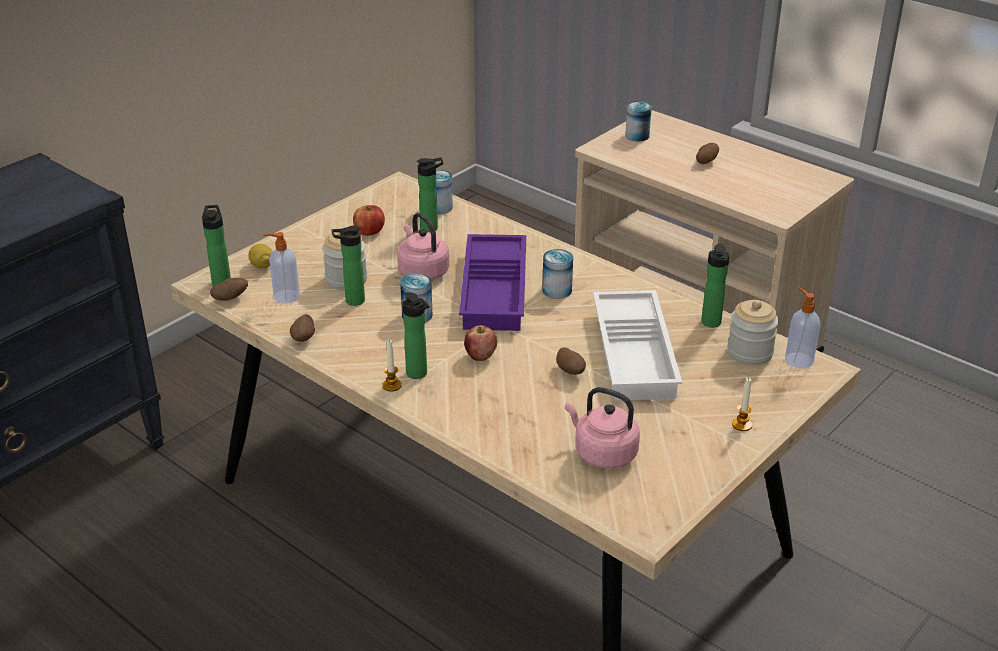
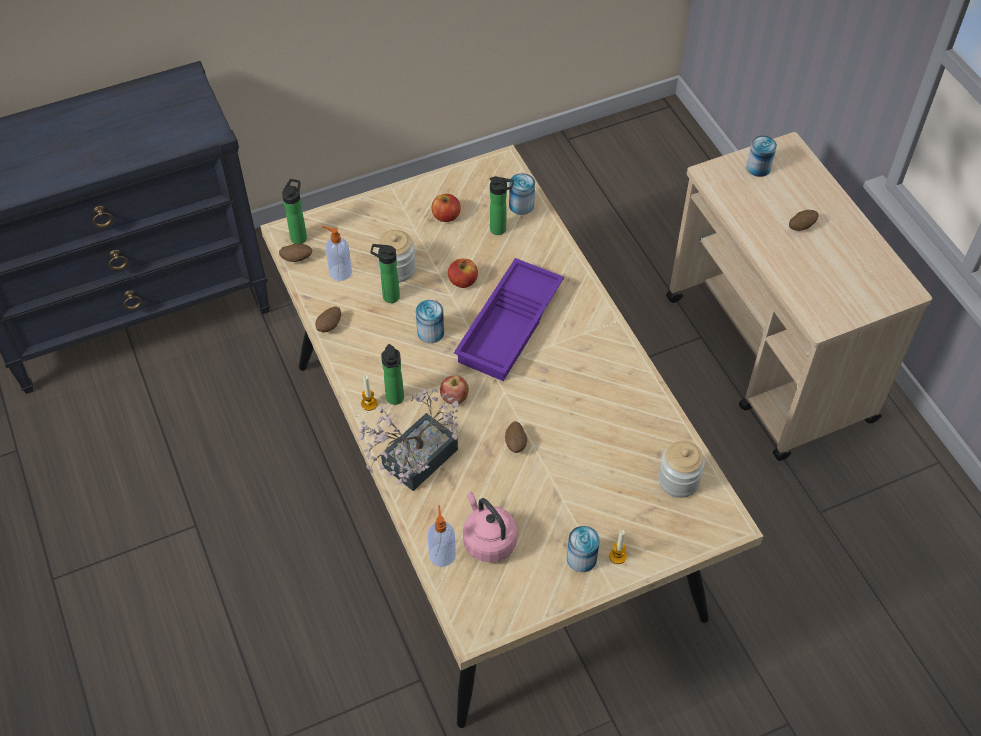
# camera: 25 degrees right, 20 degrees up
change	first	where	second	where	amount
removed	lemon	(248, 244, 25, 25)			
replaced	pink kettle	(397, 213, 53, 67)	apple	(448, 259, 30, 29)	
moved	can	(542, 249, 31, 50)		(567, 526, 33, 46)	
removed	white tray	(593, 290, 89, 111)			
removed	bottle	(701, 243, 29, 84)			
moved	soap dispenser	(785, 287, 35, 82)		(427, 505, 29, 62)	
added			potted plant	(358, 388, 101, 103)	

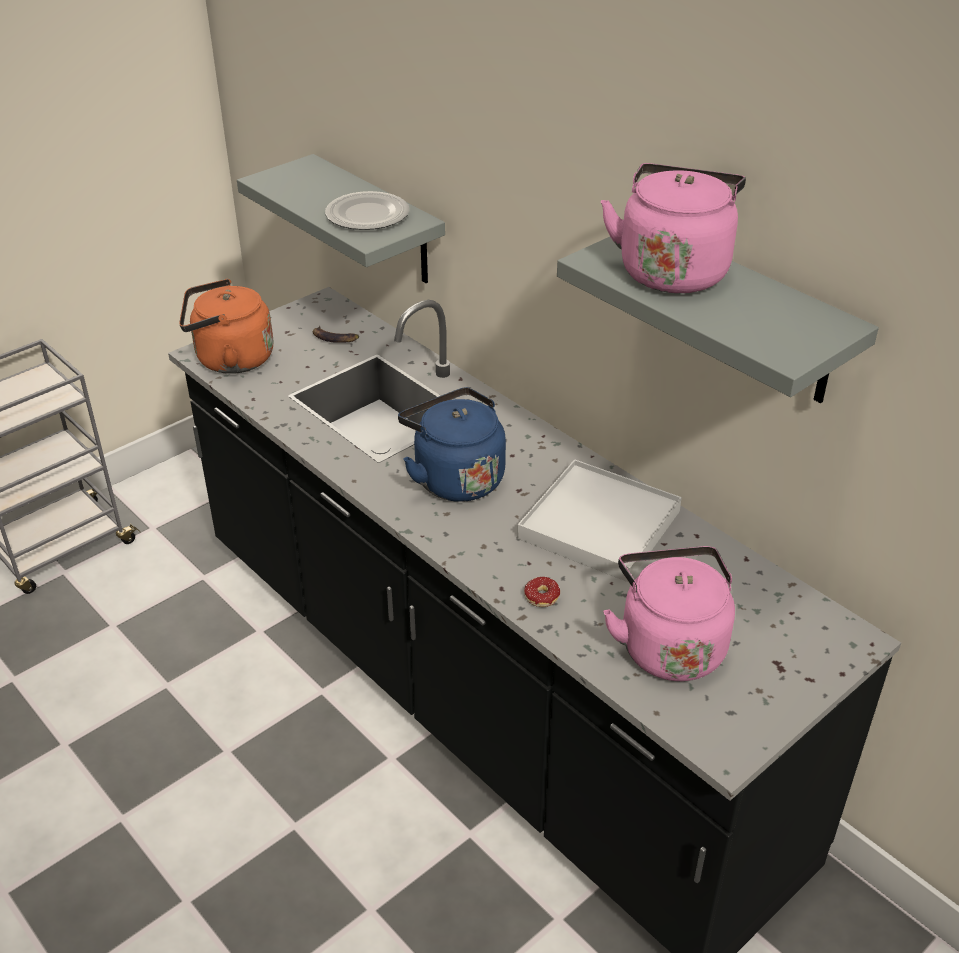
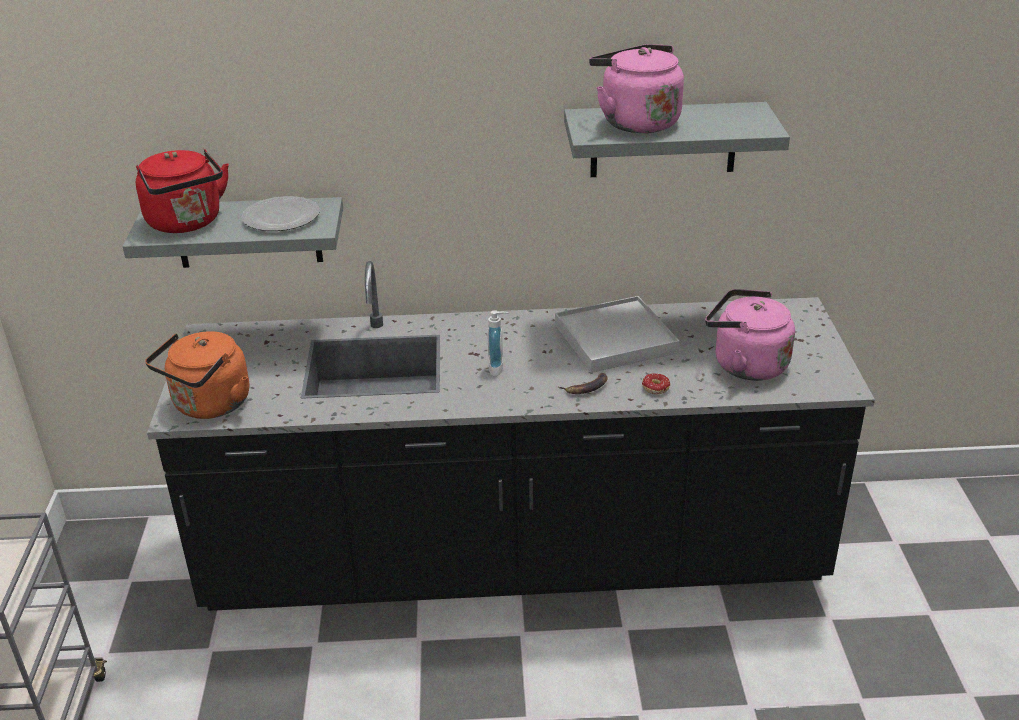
# camera: 50 degrees left, 5 degrees down
change	first	where	second	where	amount
moved	banana	(313, 326, 46, 17)		(559, 373, 49, 21)	
replaced	blue kettle	(398, 387, 108, 115)	soap dispenser	(487, 310, 22, 66)	
added			red kettle	(136, 149, 93, 84)	

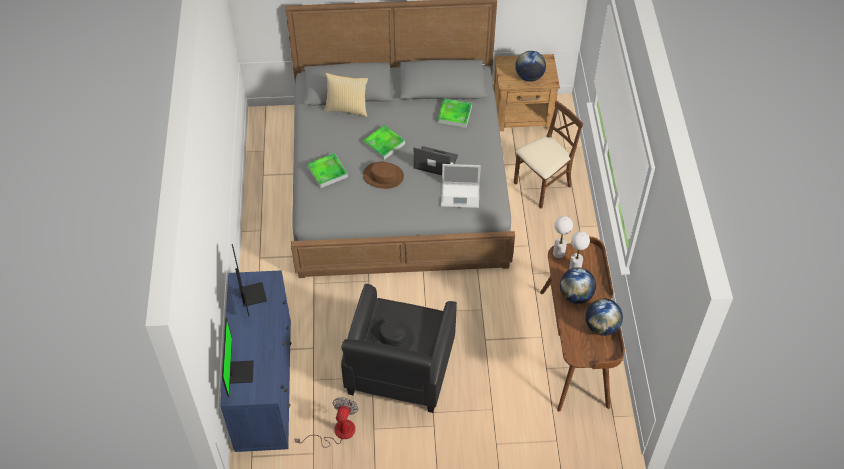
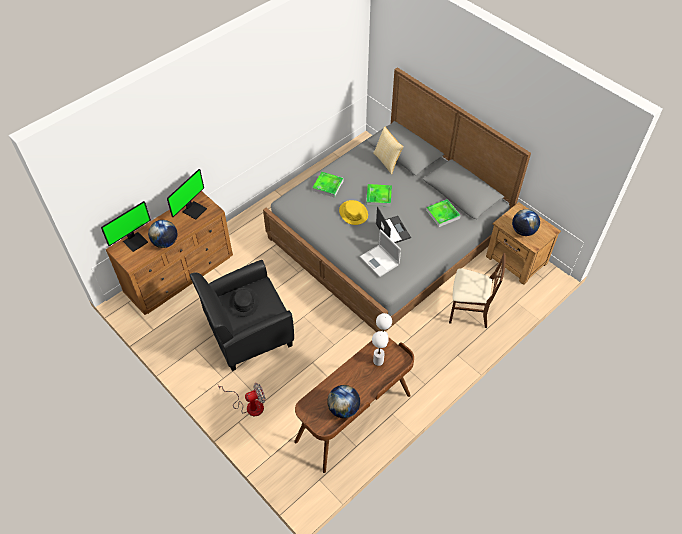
# camera: 50 degrees right, 0 degrees up
change	first	where	second	where	amount
recoloured	blue dresser	(220, 270, 71, 182)	brown dresser	(106, 191, 127, 124)	
moved	fan	(294, 397, 65, 51)		(218, 383, 47, 33)	
recoloured	brown hat	(363, 161, 41, 28)	yellow hat	(339, 200, 29, 25)	
moved	globe	(560, 268, 36, 36)		(148, 220, 29, 28)	

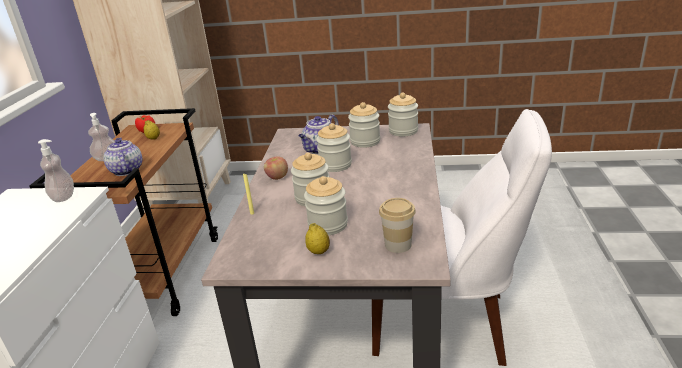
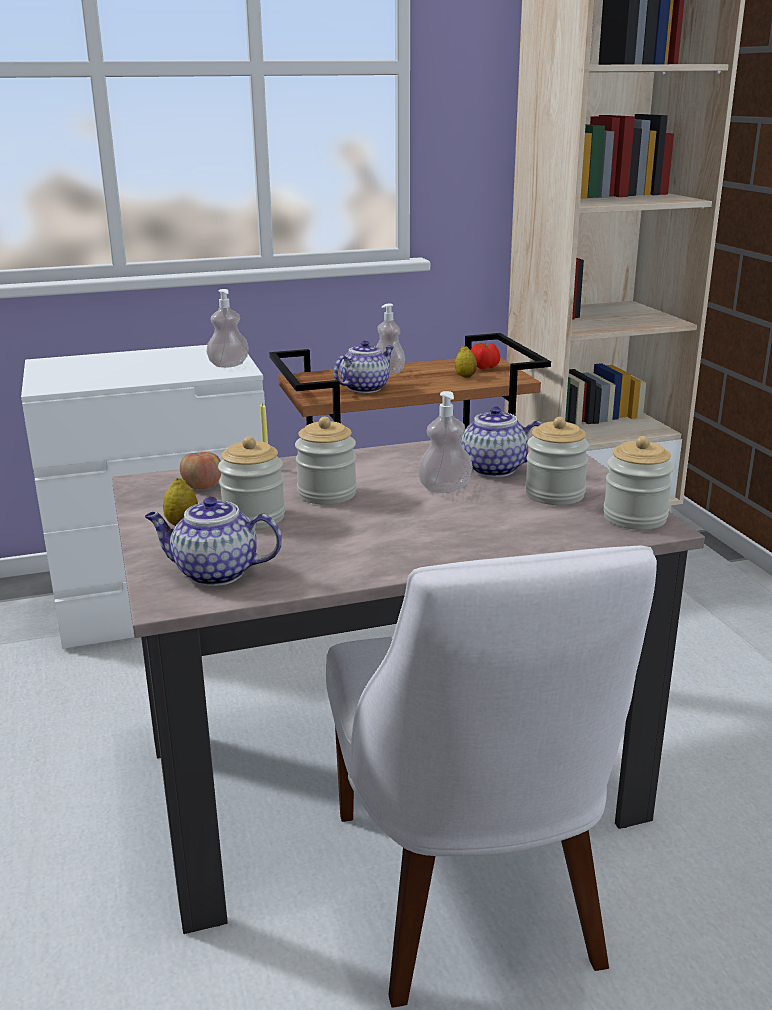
# camera: 65 degrees right, 5 degrees down
change	first	where	second	where	amount
moved	apple	(264, 157, 24, 23)		(180, 452, 41, 37)	
replaced	jar	(316, 123, 36, 49)	soap dispenser	(418, 391, 55, 102)	
replaced	cup	(379, 198, 37, 55)	teapot	(144, 497, 138, 89)	

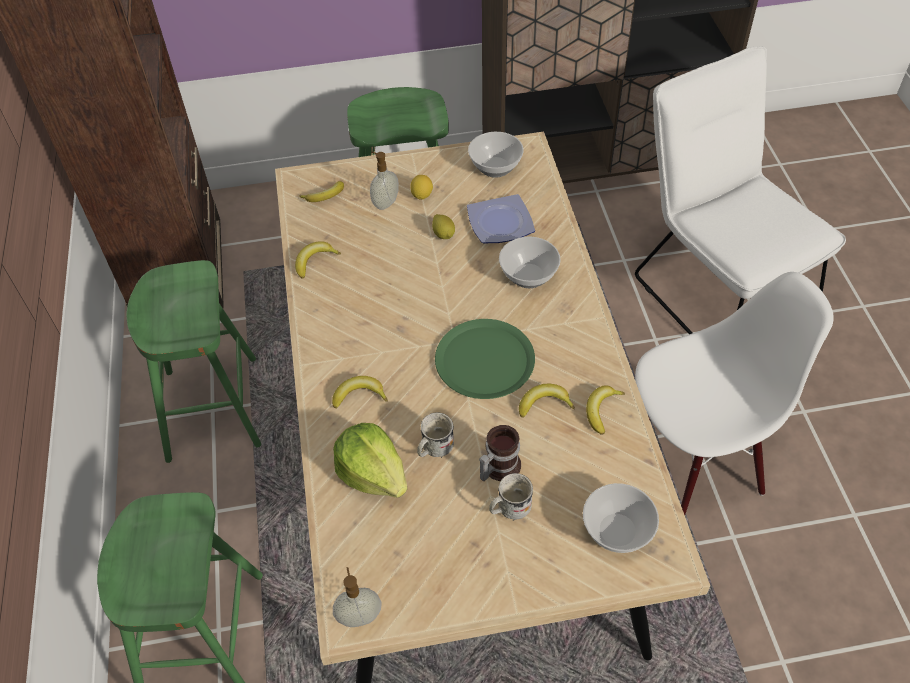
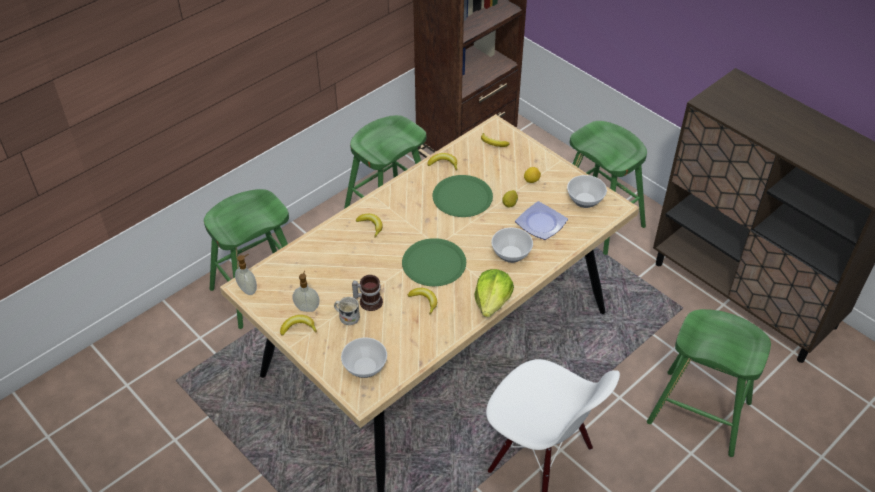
# camera: 55 degrees right, 5 degrees down
change	first	where	second	where	amount
moved	lettuce	(333, 423, 74, 75)		(475, 269, 39, 48)	
moved	soap dispenser	(370, 152, 29, 58)		(293, 271, 26, 41)	
removed	white mug	(417, 413, 37, 45)			
moved	banana	(586, 385, 39, 50)		(280, 315, 37, 21)	
replaced	white chair	(635, 46, 211, 288)	green stool	(647, 309, 124, 148)	
added			green plate	(432, 175, 61, 42)	

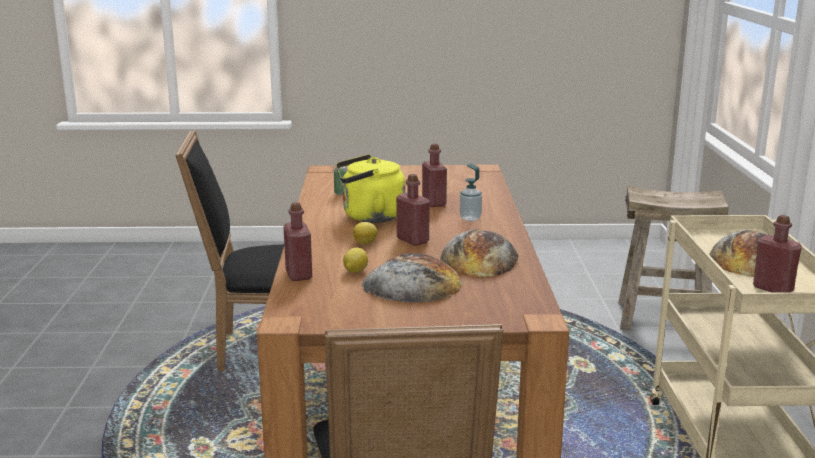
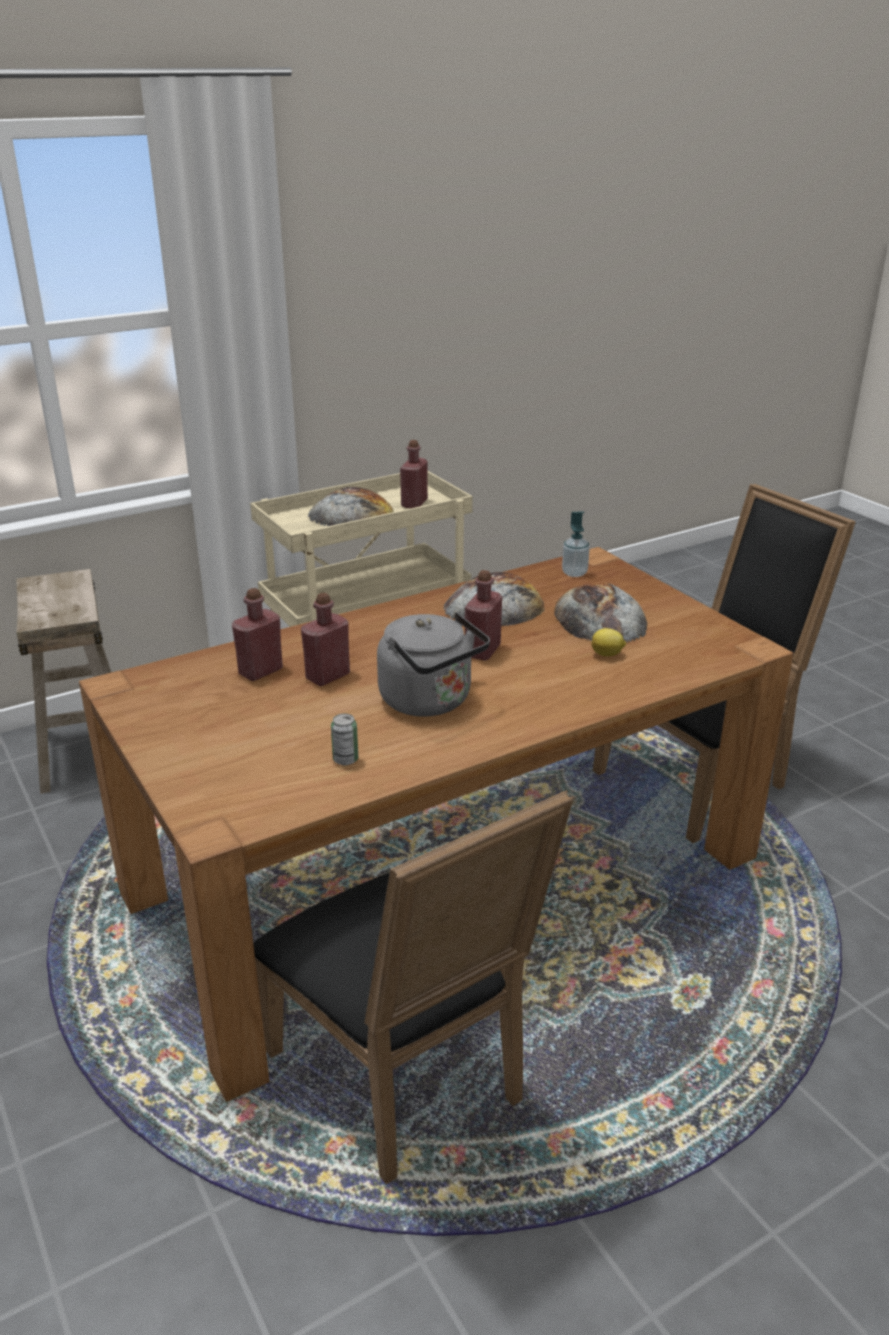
# camera: 120 degrees left, 10 degrees up
change	first	where	second	where	amount
moved	red bottle	(283, 202, 29, 79)		(232, 588, 51, 93)	
recoloured	yellow kettle	(336, 154, 69, 69)	grey kettle	(377, 612, 113, 105)	
removed	lemon	(353, 222, 24, 22)			
moved	soap dispenser	(459, 163, 23, 58)		(562, 511, 28, 66)	

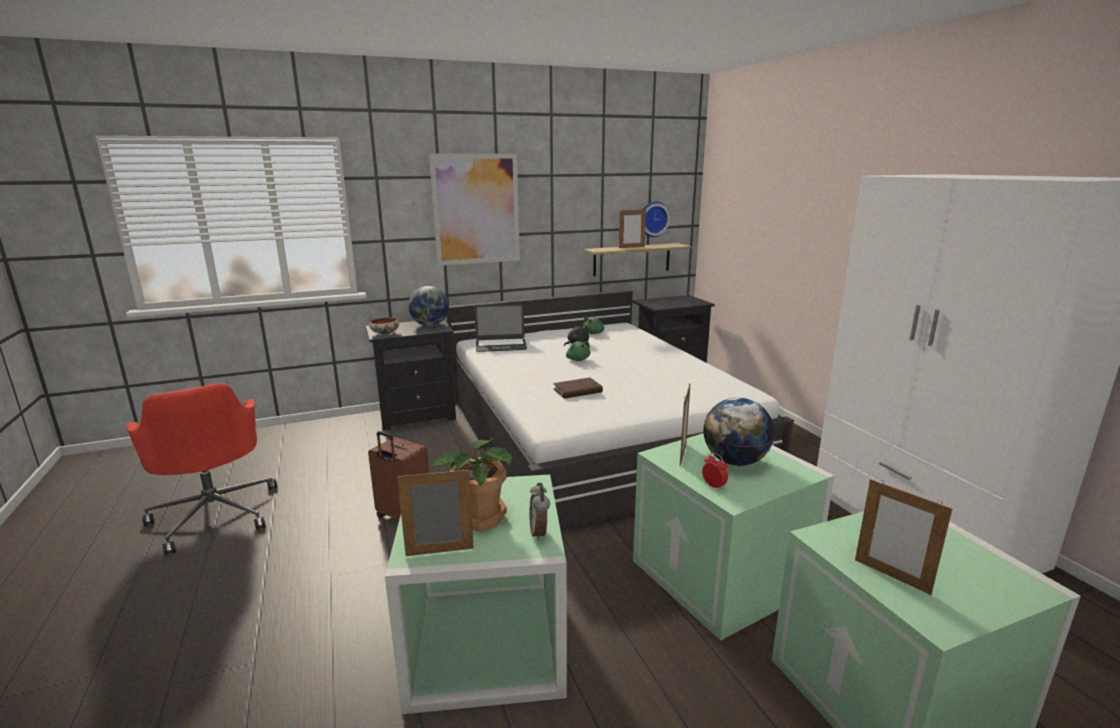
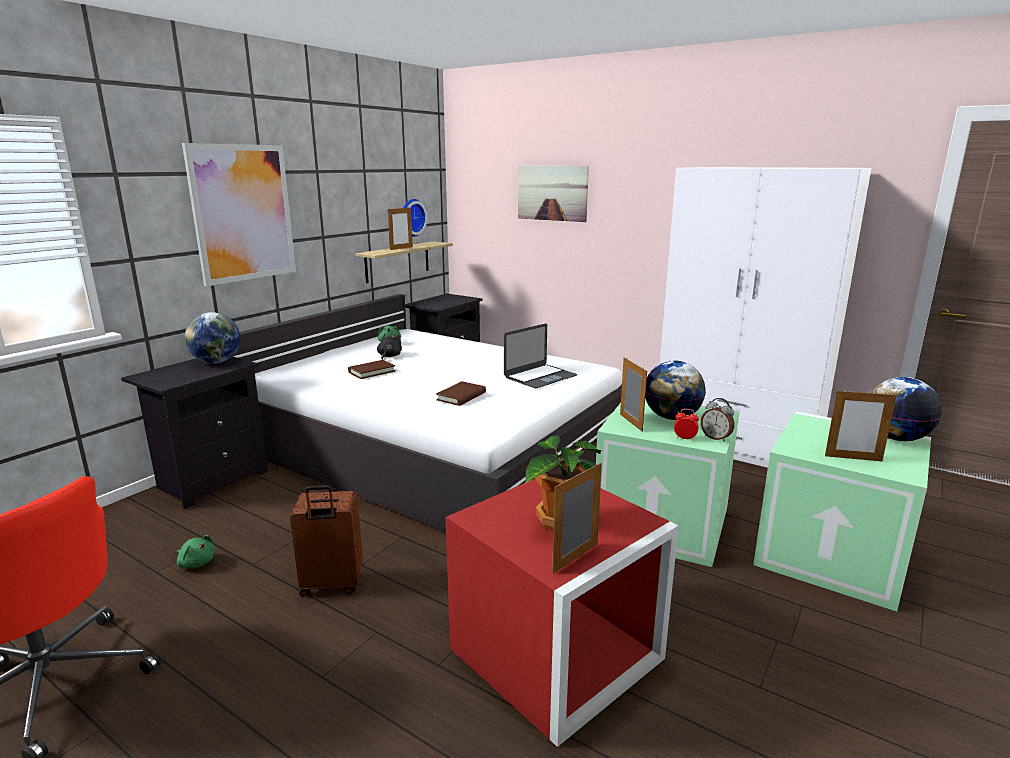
# camera: 35 degrees left, 0 degrees up
change	first	where	second	where	amount
removed	bowl	(369, 317, 30, 18)			
recoloured	green storage box	(385, 474, 182, 240)	red storage box	(445, 479, 234, 268)	
moved	laptop	(474, 303, 53, 49)		(504, 324, 73, 64)	
moved	alarm clock	(530, 483, 20, 58)		(701, 398, 33, 44)	
moved	green plush toy	(566, 341, 24, 20)		(177, 535, 38, 34)	
added			brown book	(348, 360, 47, 19)	
added			picture	(518, 166, 71, 56)	
added			globe	(871, 377, 71, 64)	

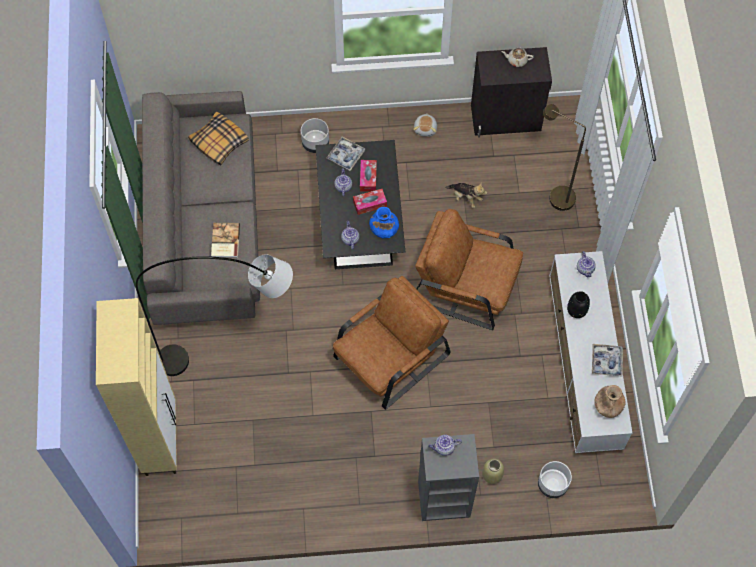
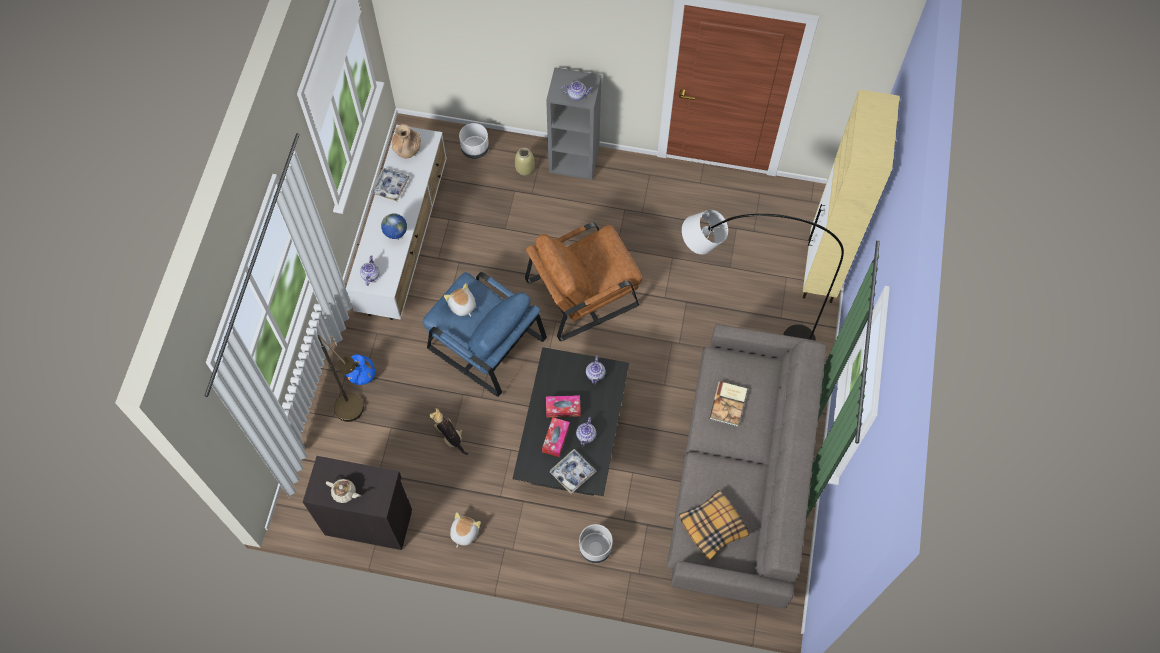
# camera: 165 degrees left, 0 degrees up
change	first	where	second	where	amount
moved	blue vase	(369, 207, 30, 31)		(346, 354, 29, 31)	
recoloured	brown armchair	(415, 209, 108, 121)	blue armchair	(422, 272, 125, 125)	
replaced	black vase	(567, 291, 23, 27)	globe	(381, 213, 26, 27)	
added			plush toy	(444, 283, 32, 33)	

